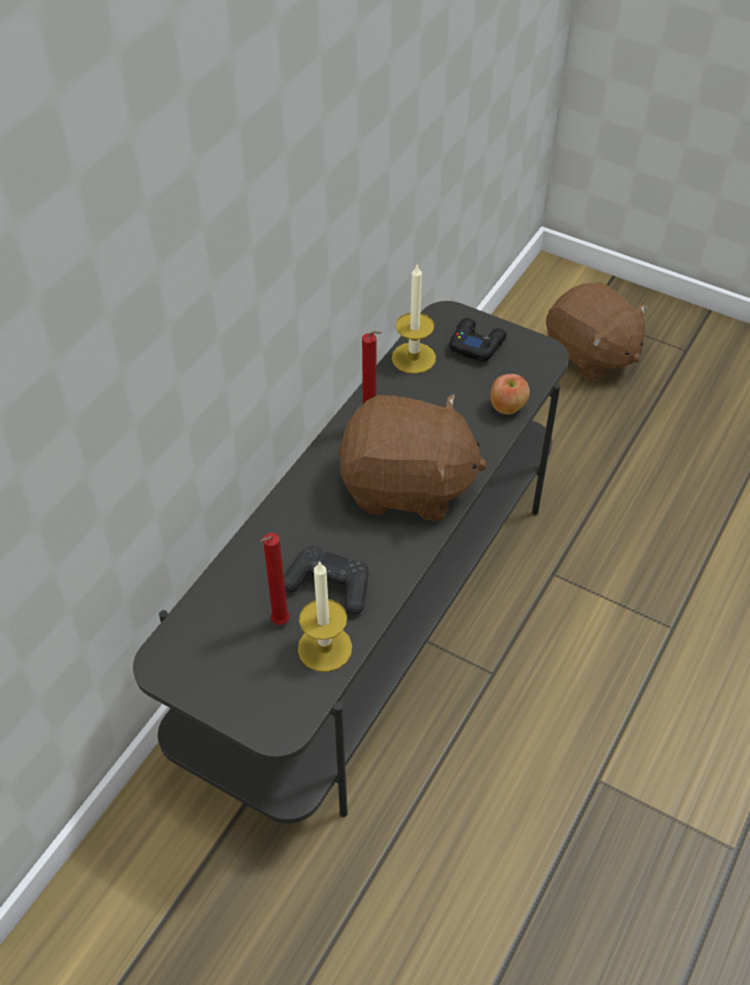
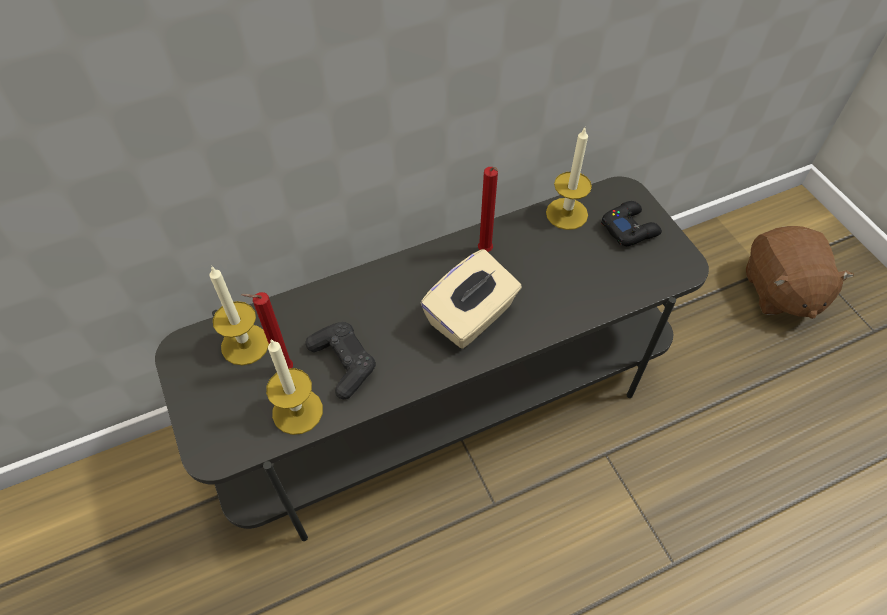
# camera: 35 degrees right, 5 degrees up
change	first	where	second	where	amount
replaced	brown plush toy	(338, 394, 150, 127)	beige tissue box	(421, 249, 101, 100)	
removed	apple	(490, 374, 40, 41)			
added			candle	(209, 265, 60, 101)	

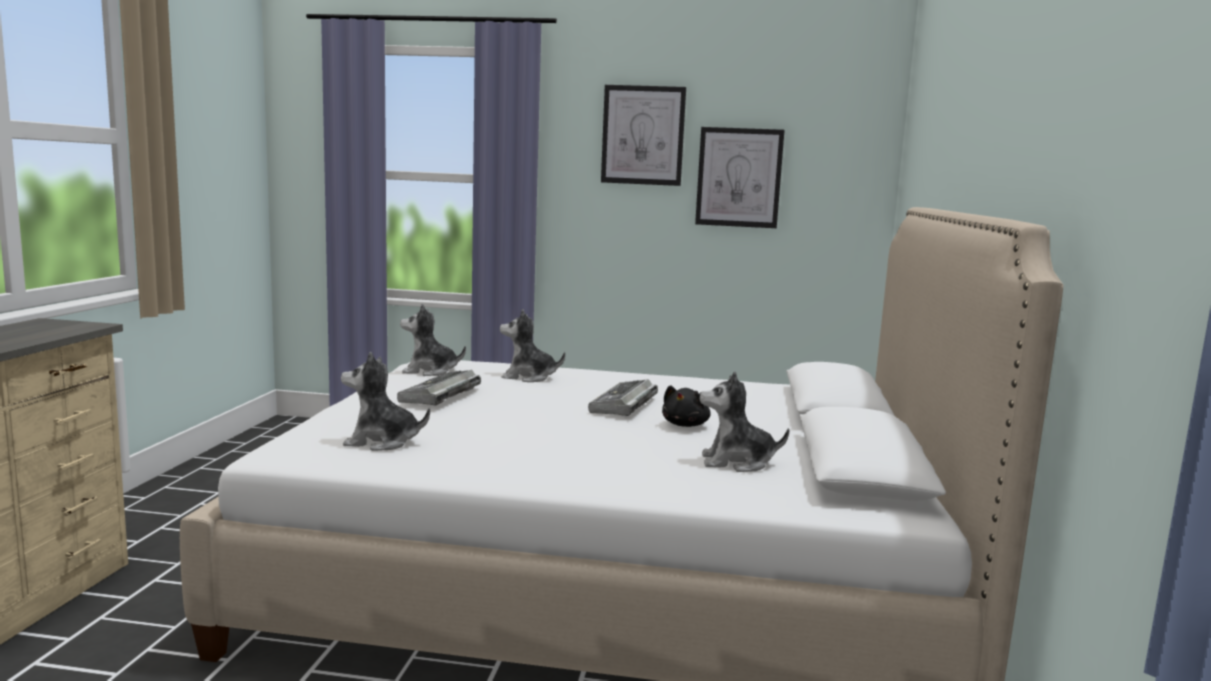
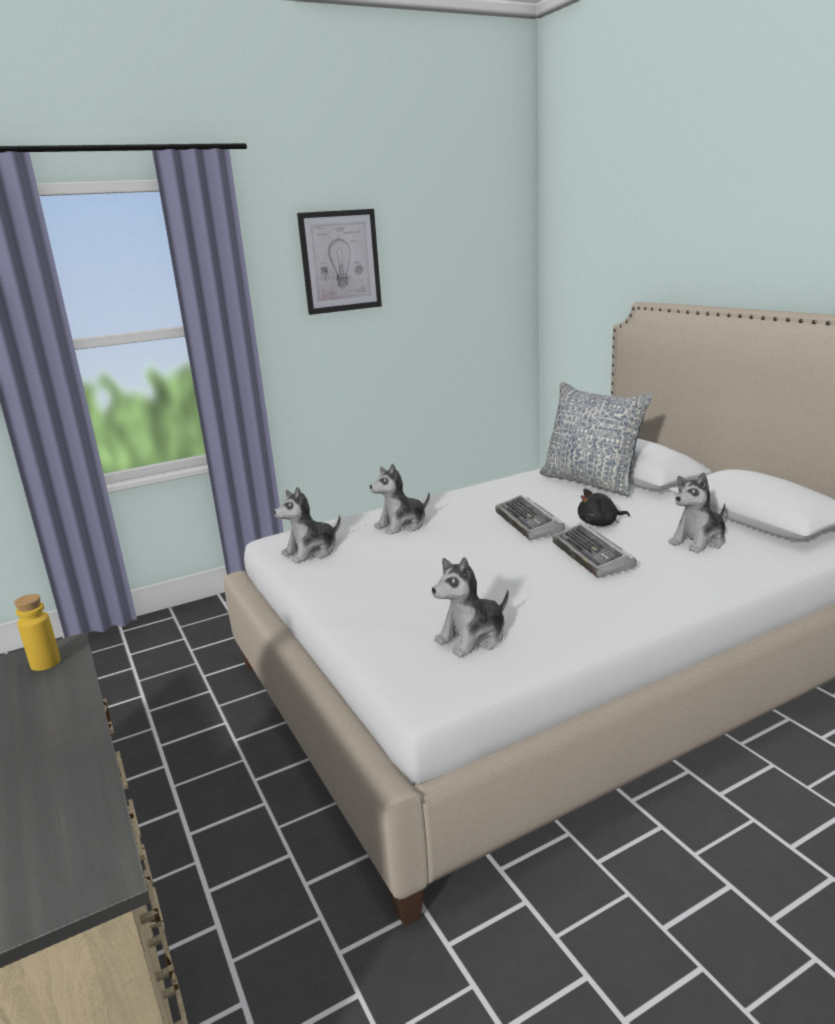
# camera: 35 degrees left, 10 degrees up
change	first	where	second	where	amount
moved	keyboard	(397, 370, 84, 35)		(553, 523, 84, 55)	
turned	black plush toy	(662, 385, 49, 42)		(578, 489, 52, 37)	90 degrees clockwise
removed	picture	(695, 127, 90, 101)			
added			yellow bottle	(14, 594, 47, 77)	
added			pillow	(540, 382, 113, 114)	

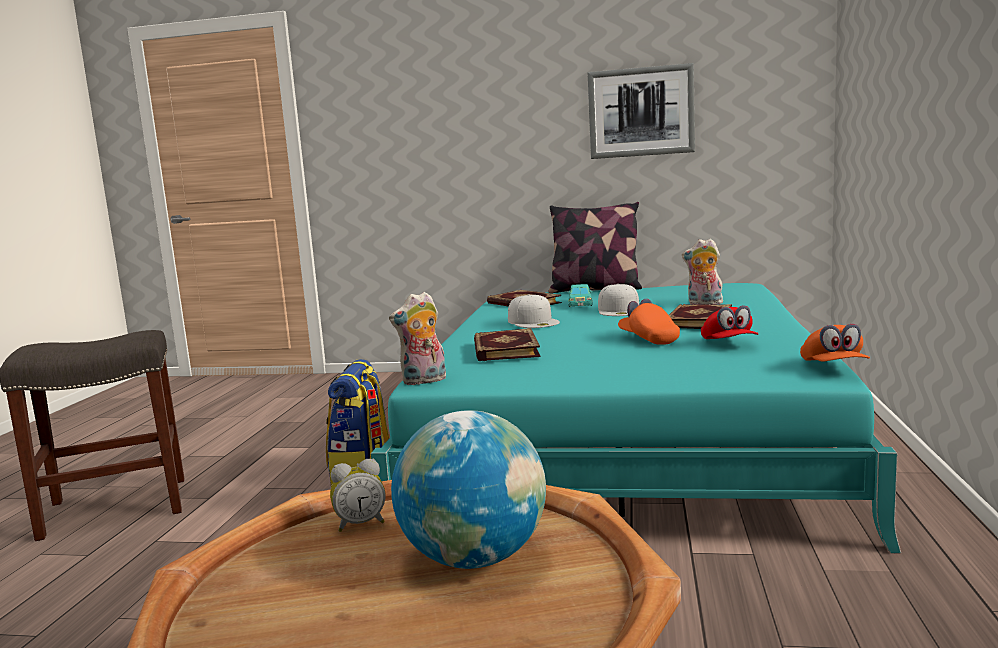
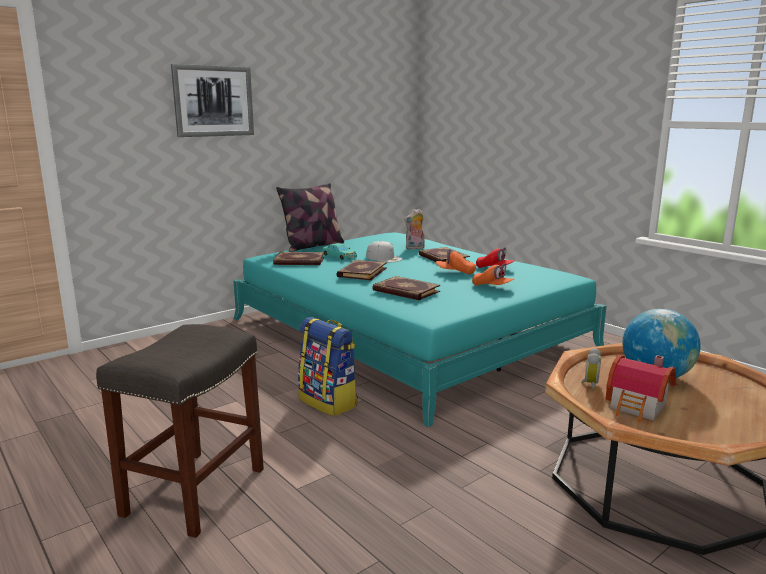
# camera: 50 degrees left, 5 degrees up
change	first	where	second	where	amount
removed	plush toy	(389, 291, 57, 94)			
replaced	white cap	(508, 294, 52, 34)	book	(336, 260, 51, 20)	
moved	picture	(587, 63, 108, 96)		(171, 64, 83, 73)	
moved	orange cap	(800, 324, 70, 38)		(472, 263, 43, 23)	
added			toy house	(606, 355, 70, 68)	

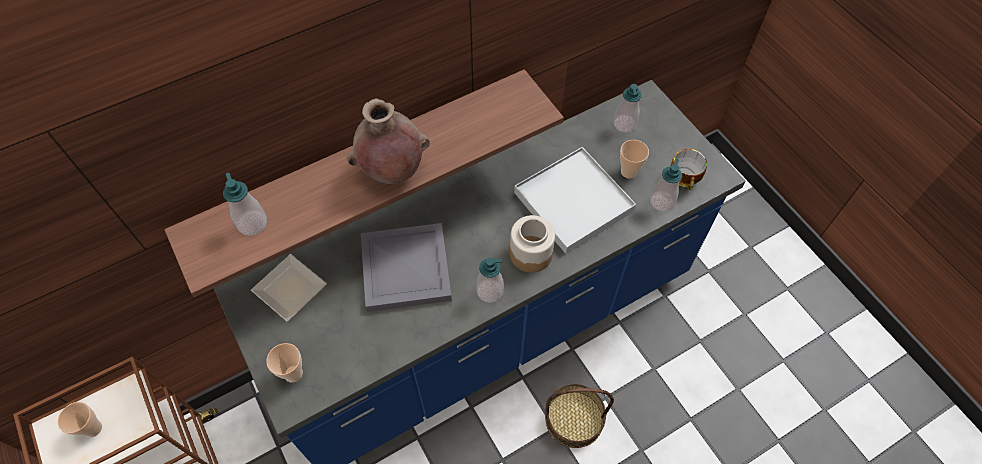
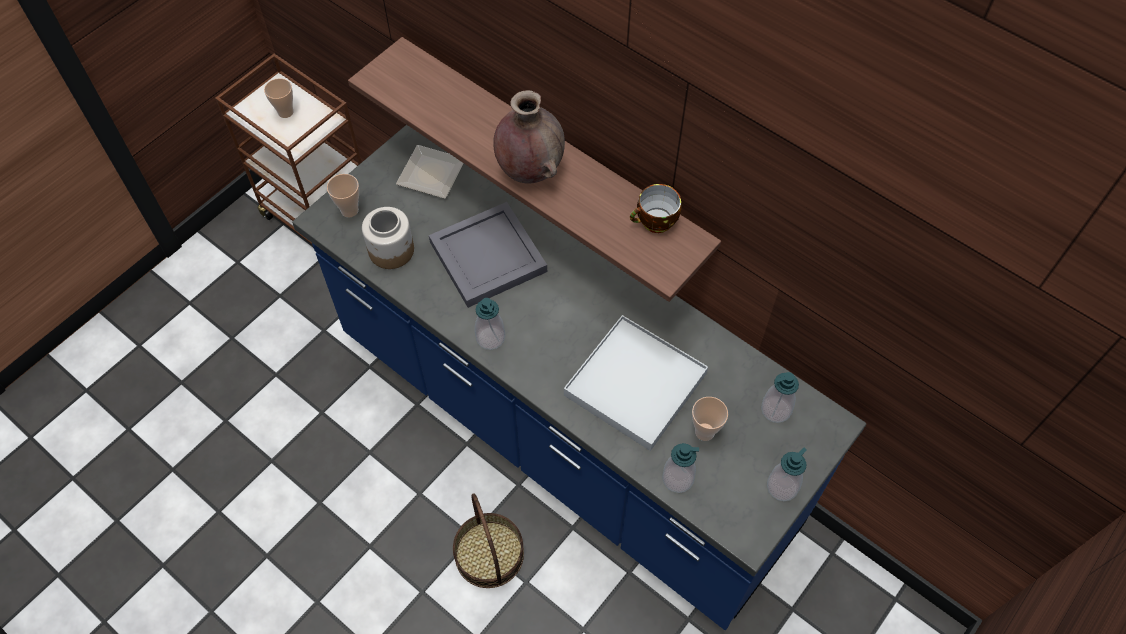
# camera: 70 degrees right, 0 degrees up
change	first	where	second	where	amount
moved	soap dispenser	(223, 173, 44, 63)		(767, 448, 40, 53)	
moved	jar	(510, 215, 45, 58)		(362, 207, 52, 62)	
moved	cup	(671, 149, 36, 41)		(630, 184, 51, 49)	

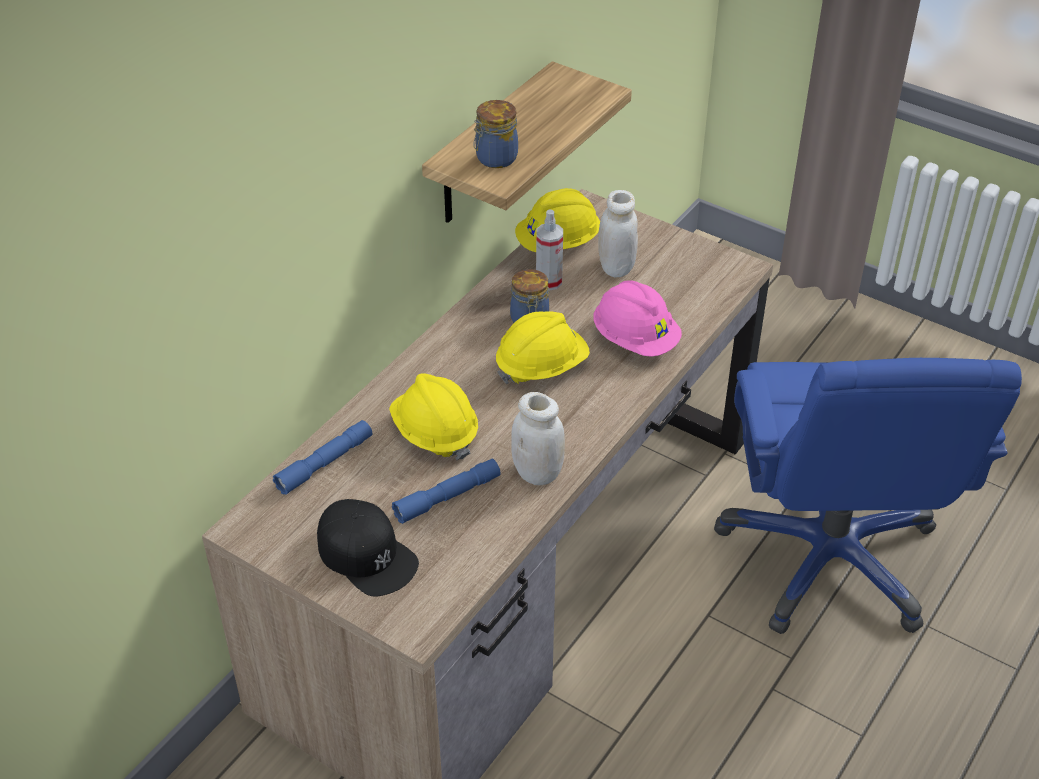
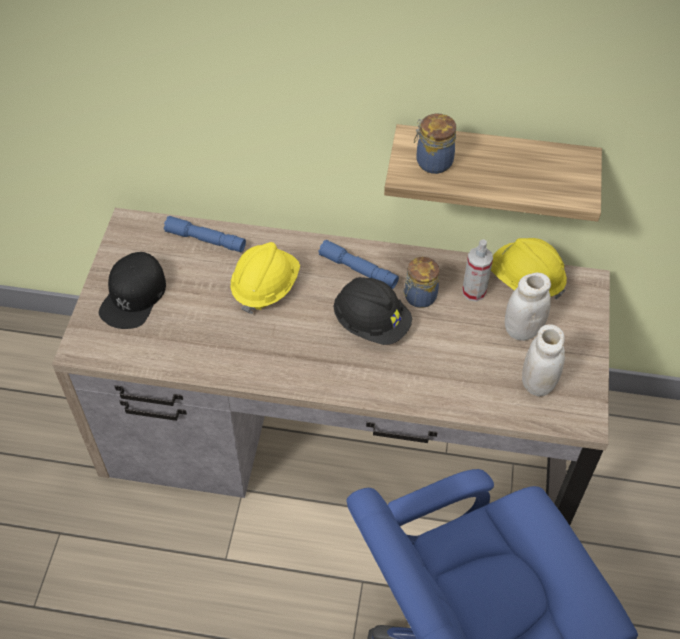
# camera: 65 degrees right, 10 degrees up
change	first	where	second	where	amount
moved	blue flashlight	(392, 459, 109, 65)		(318, 239, 81, 50)	
recoloured	yellow hard hat	(496, 311, 94, 73)	black hard hat	(334, 277, 78, 68)	
moved	white jar	(511, 392, 54, 93)		(522, 324, 43, 73)	
removed	pink hard hat	(594, 280, 88, 77)			

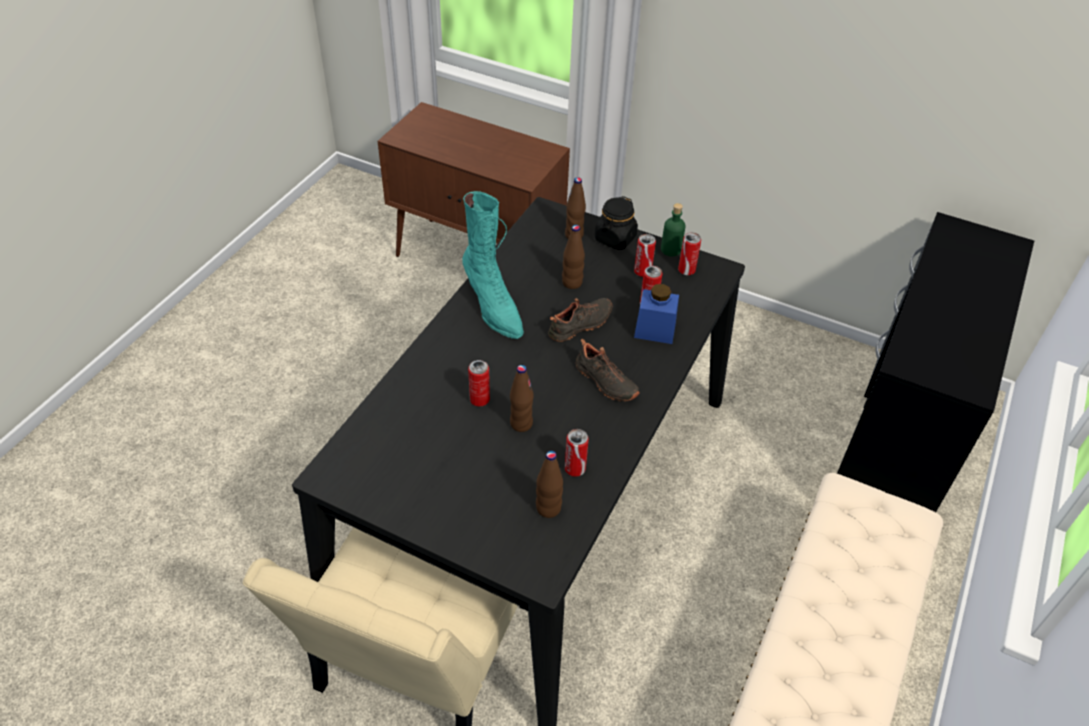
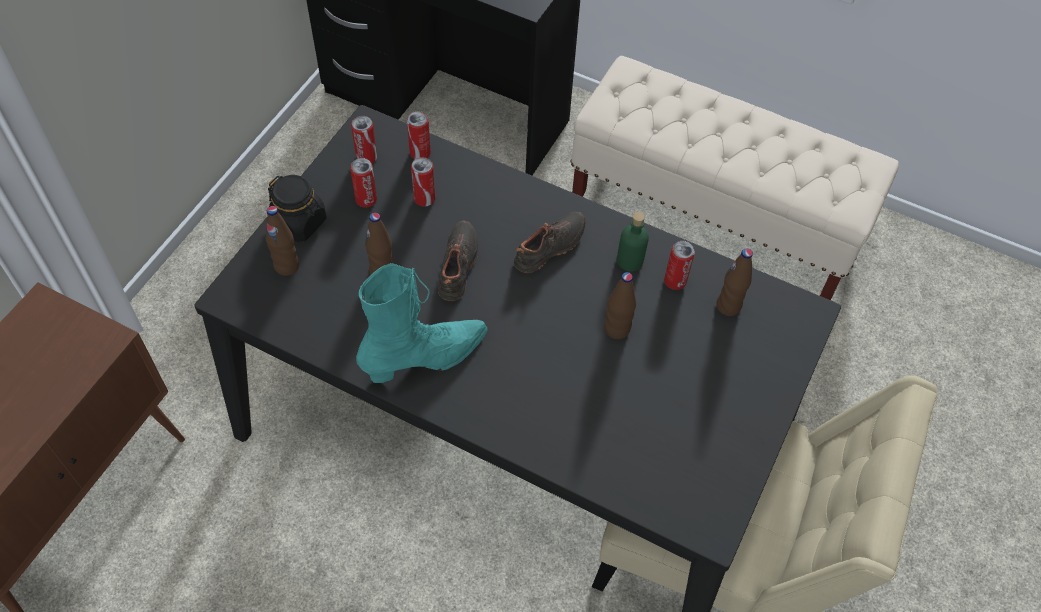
# camera: 90 degrees left, 10 degrees up
change	first	where	second	where	amount
moved	can	(468, 360, 22, 46)		(407, 111, 24, 48)	
turned	black shoe	(548, 298, 64, 44)		(438, 221, 40, 80)	45 degrees clockwise
removed	blue jar	(634, 284, 45, 60)			
moved	green bottle	(661, 203, 25, 53)		(617, 212, 32, 59)	

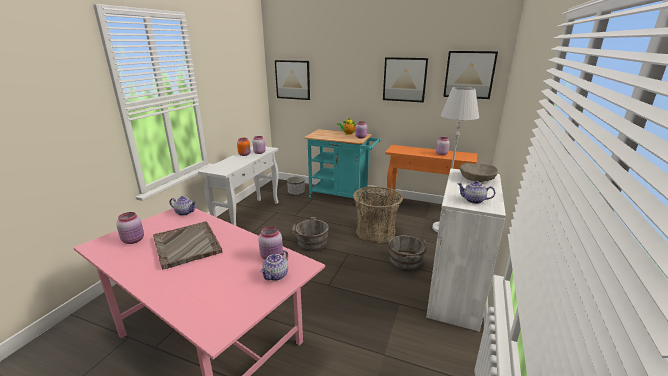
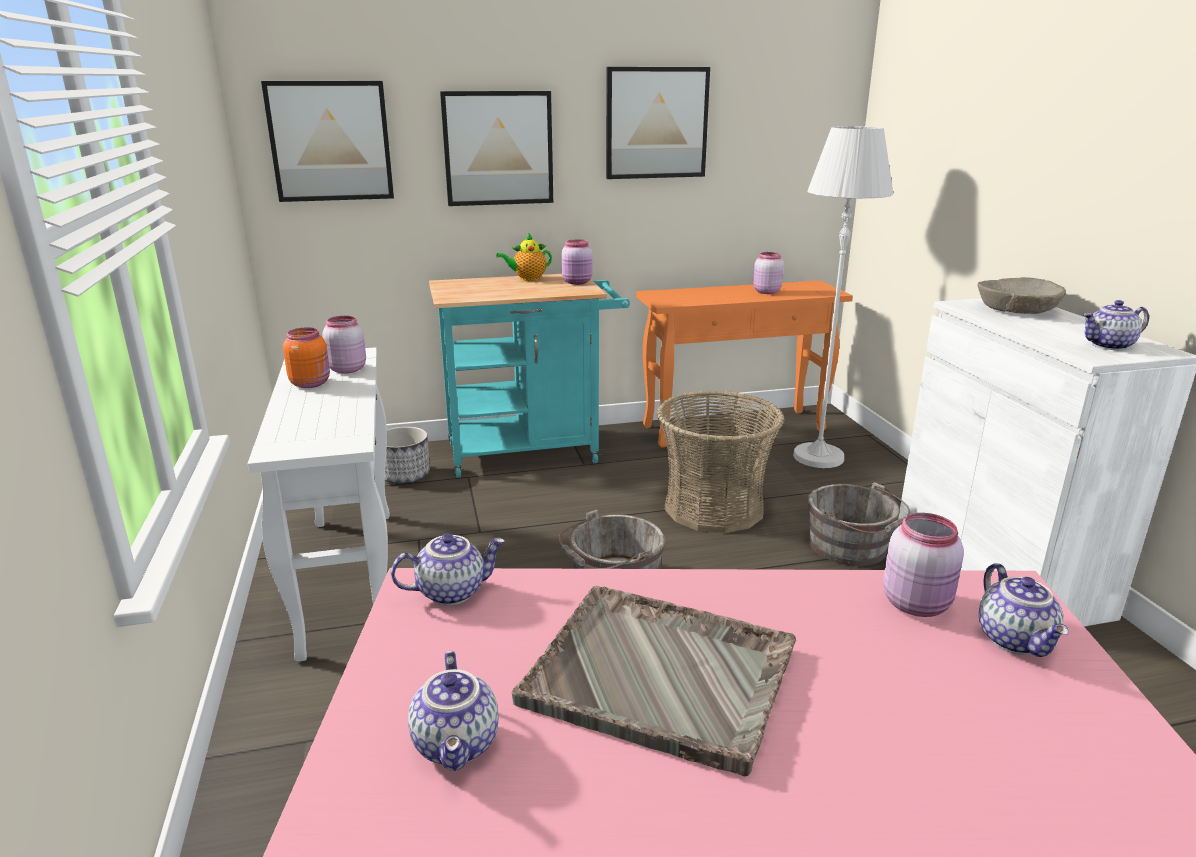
# camera: 35 degrees left, 0 degrees up
change	first	where	second	where	amount
replaced	pink jar	(116, 212, 28, 32)	teapot	(408, 651, 91, 120)	
moved	picture	(443, 51, 55, 48)		(440, 91, 113, 115)	

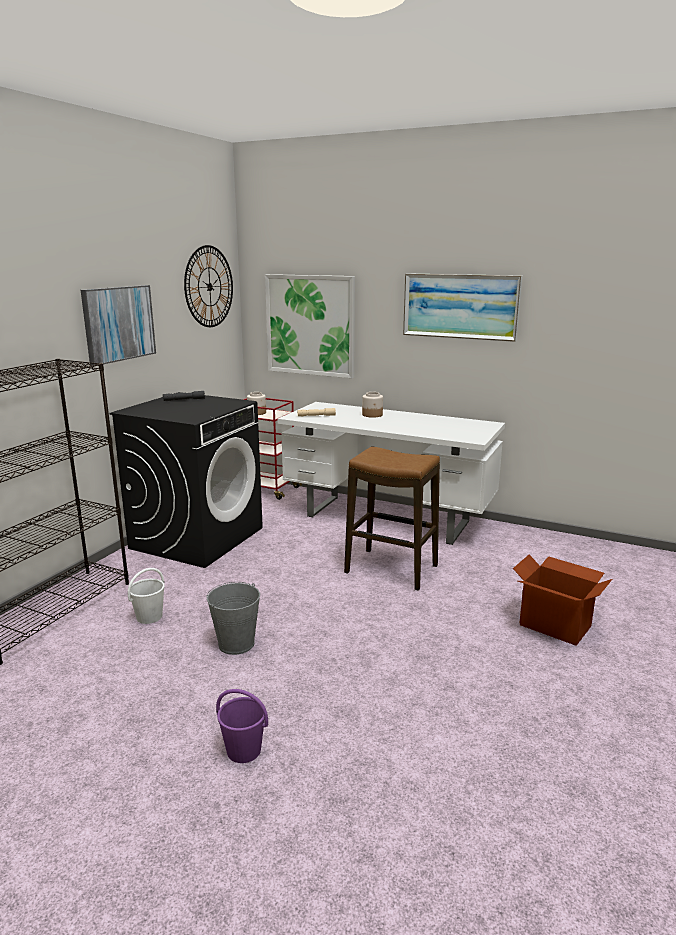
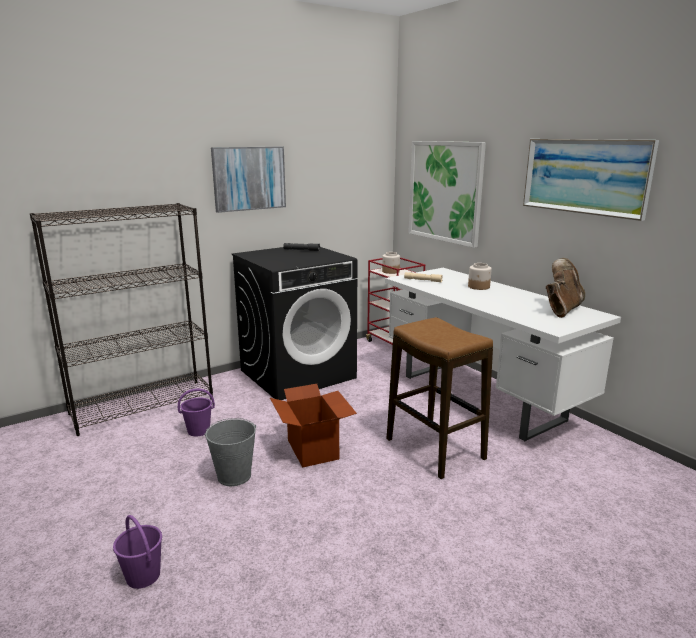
# camera: 30 degrees right, 0 degrees up
change	first	where	second	where	amount
recoloured	white bucket	(128, 568, 37, 56)	purple bucket	(178, 389, 37, 47)	
removed	wall clock	(184, 245, 49, 82)			
moved	cardboard box	(513, 555, 99, 91)		(270, 384, 87, 84)	
added			brown boot	(546, 258, 39, 60)	

